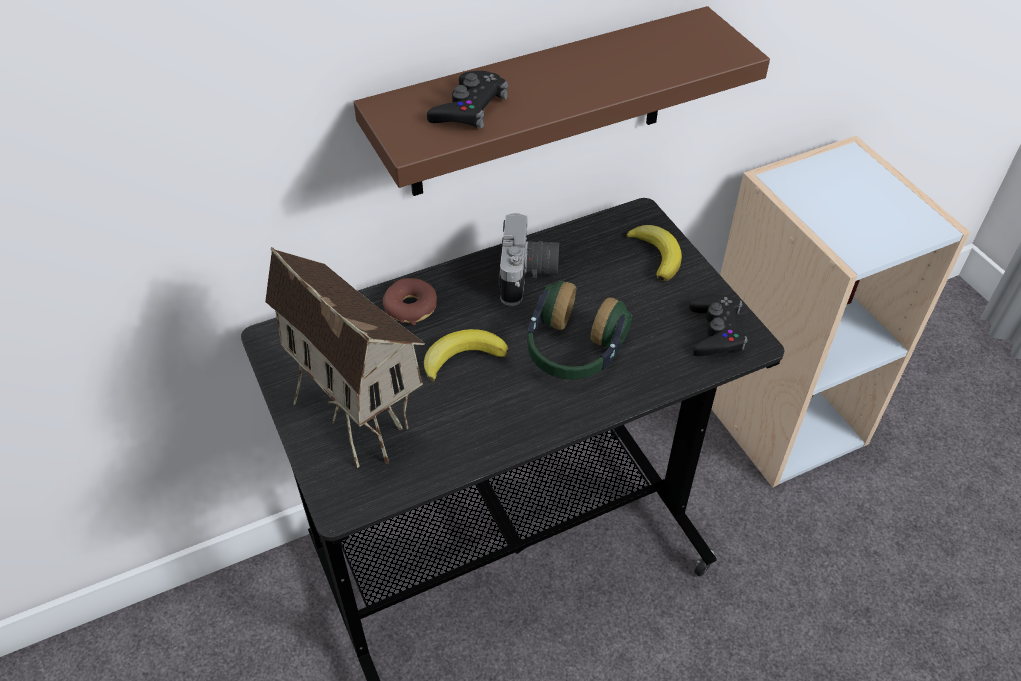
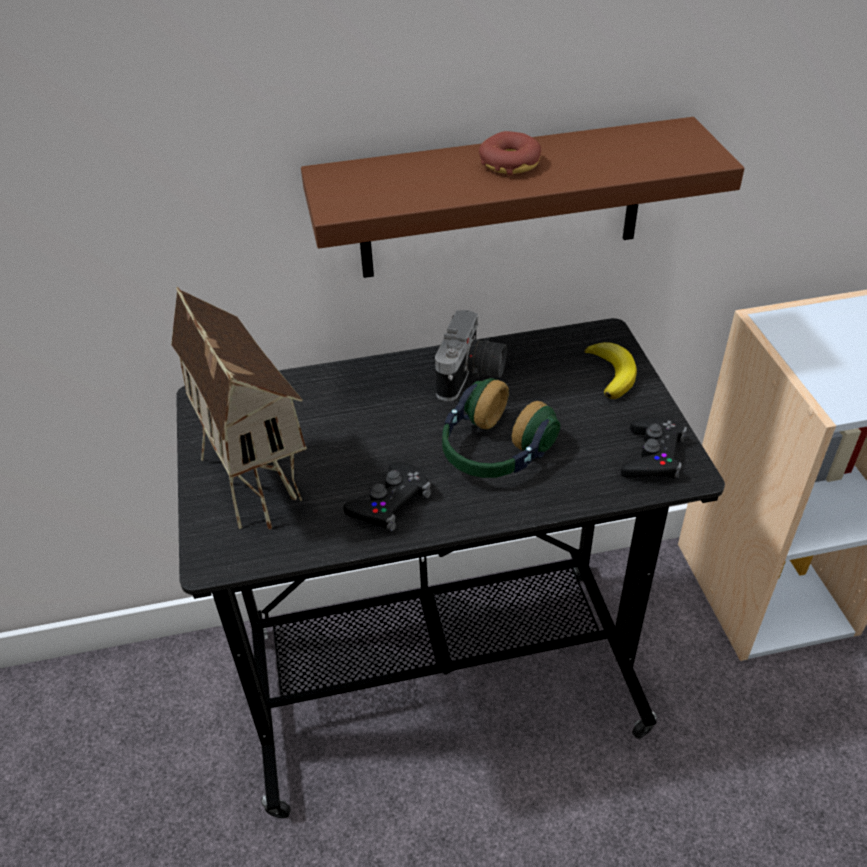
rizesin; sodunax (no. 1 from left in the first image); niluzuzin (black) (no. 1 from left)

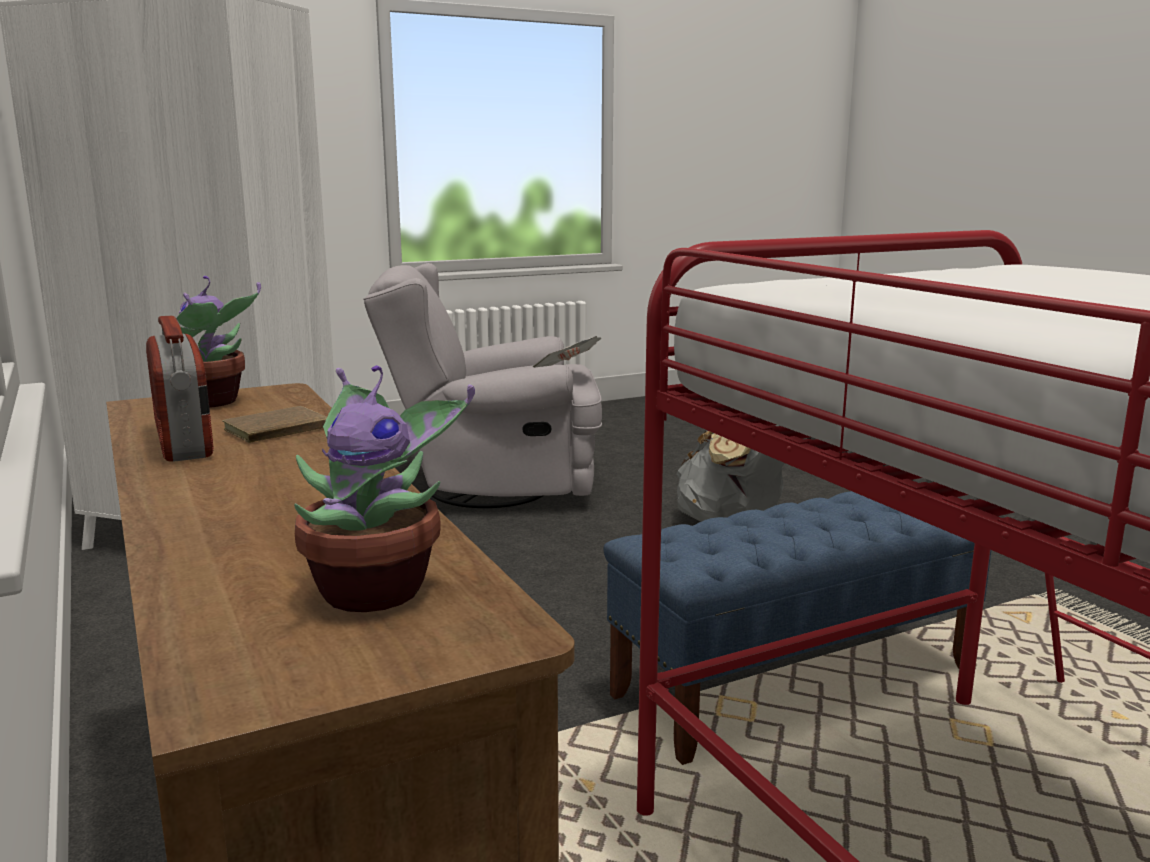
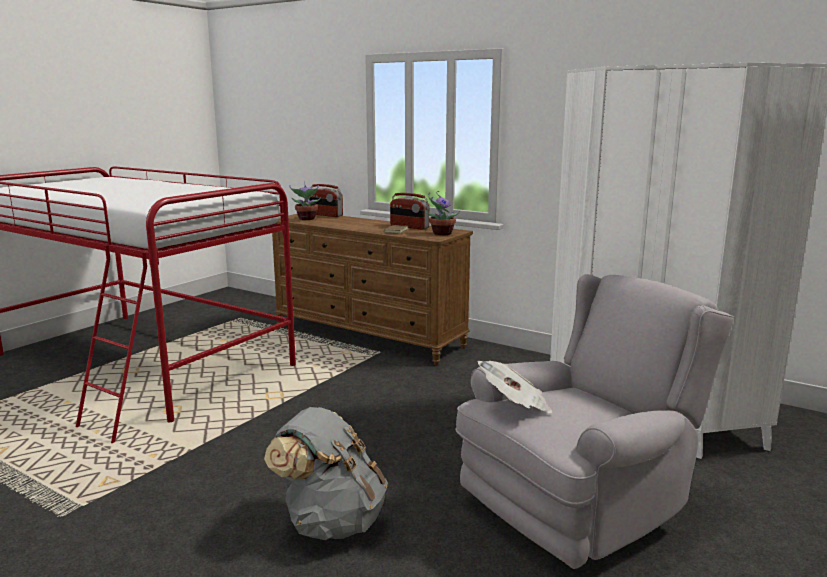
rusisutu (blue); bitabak (no. 1 from left)

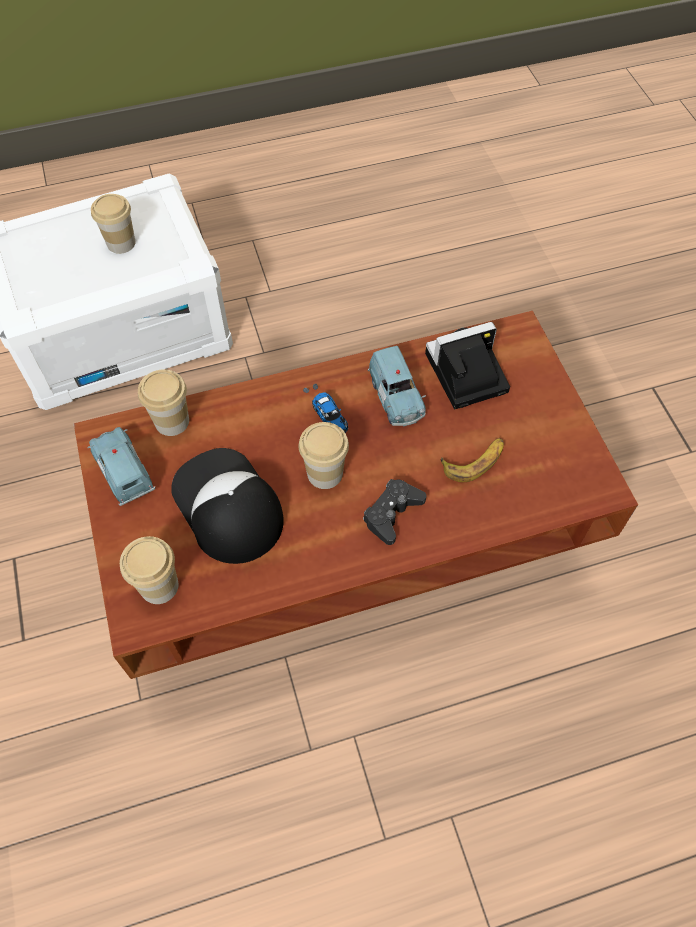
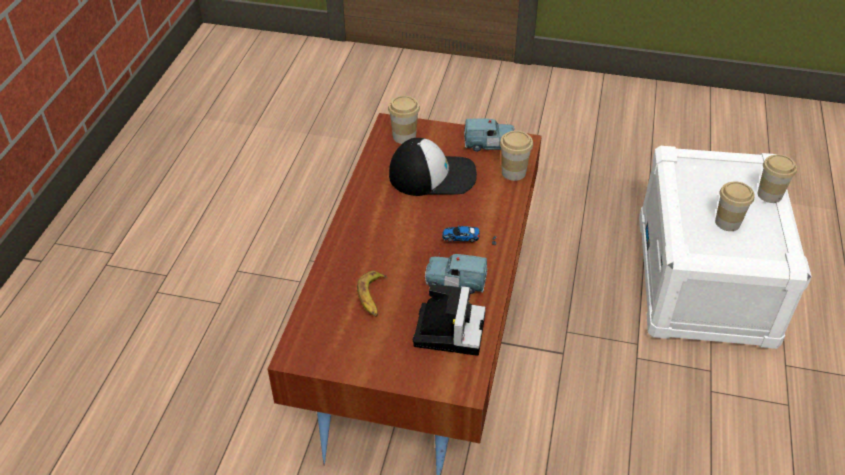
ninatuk (no. 4 from left); niluzuzin (black)

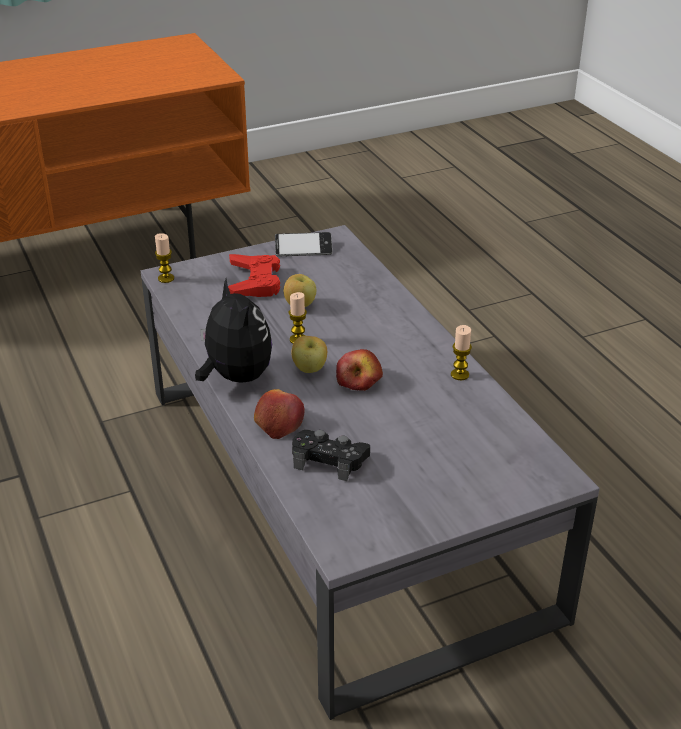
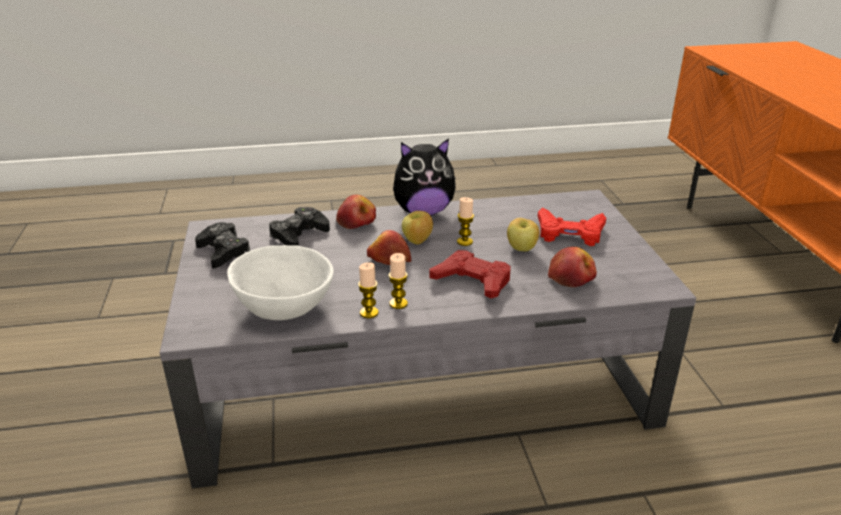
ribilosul (no. 2 from left); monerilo; niluzuzin (black) (no. 1 from left); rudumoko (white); niluzuzin (red) (no. 1 from left); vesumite (no. 5 from left)

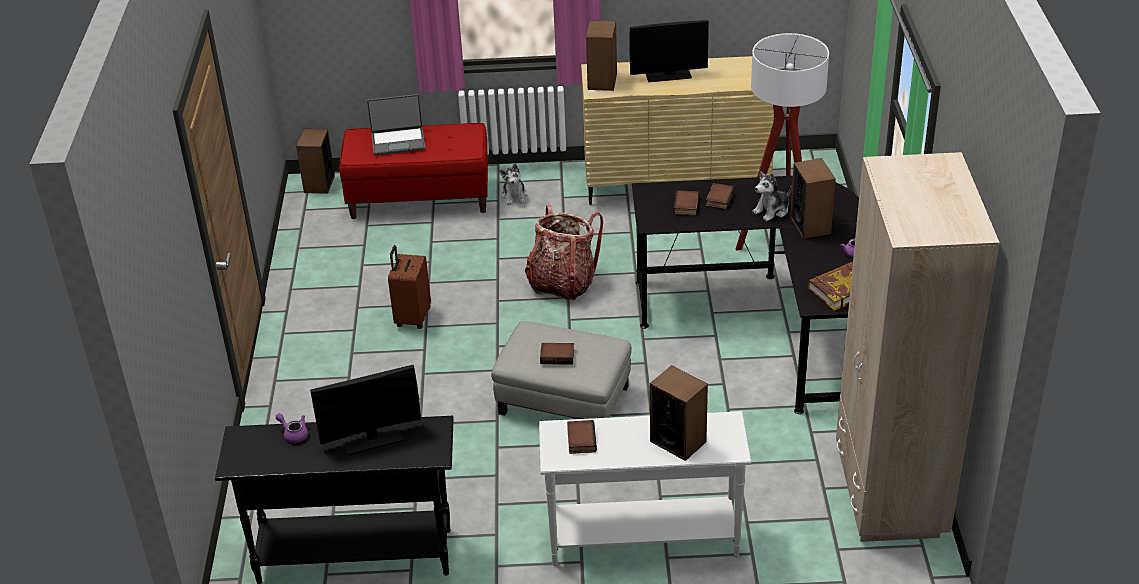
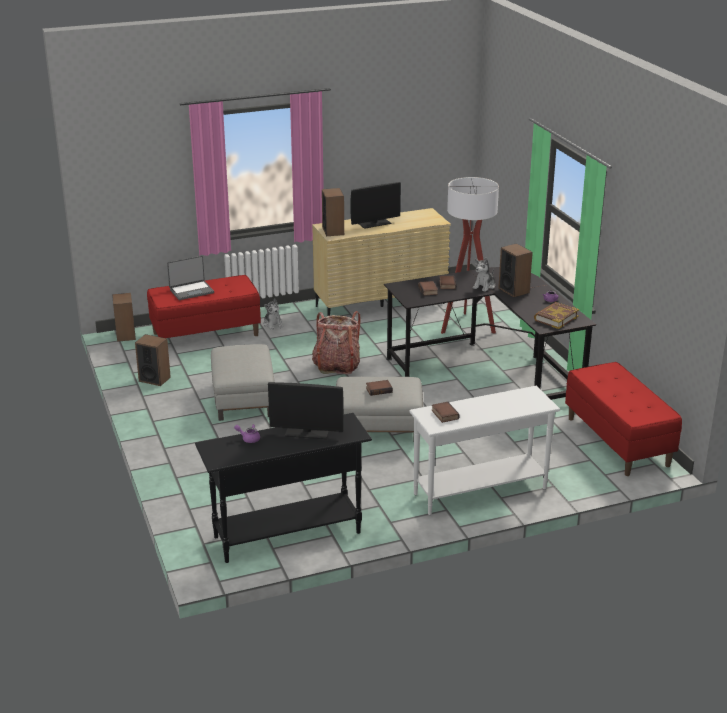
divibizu (no. 1 from left); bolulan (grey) (no. 1 from left); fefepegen (no. 2 from left); rusisutu (red) (no. 2 from left)

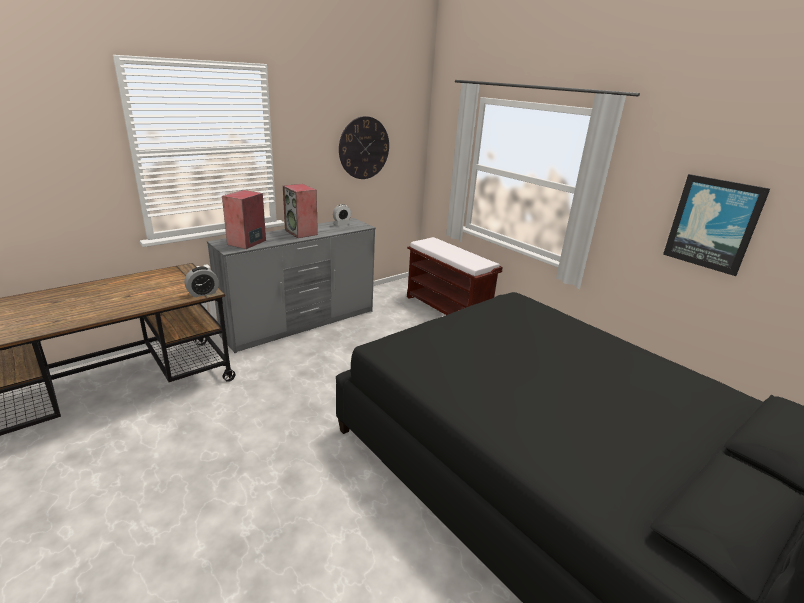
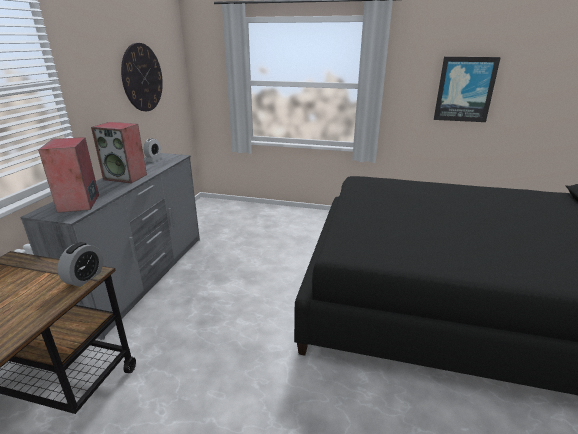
rusisutu (brown)

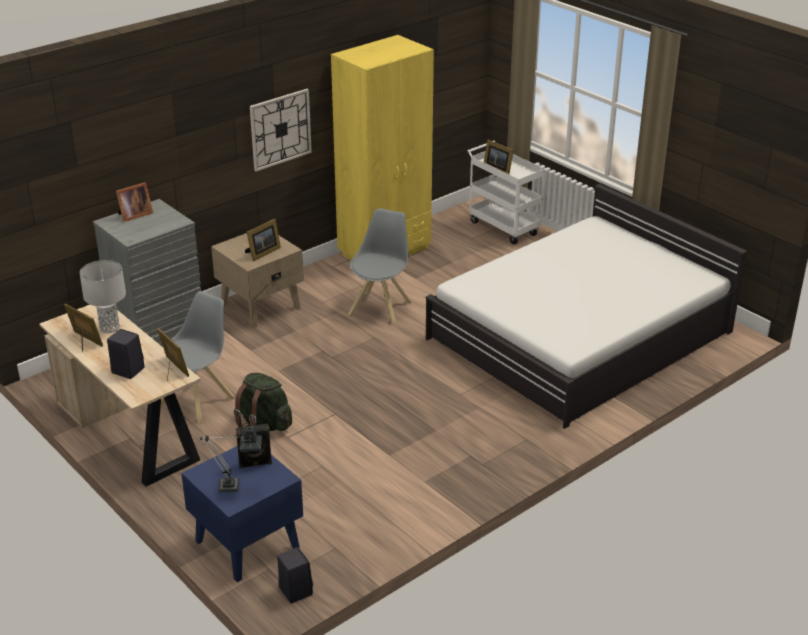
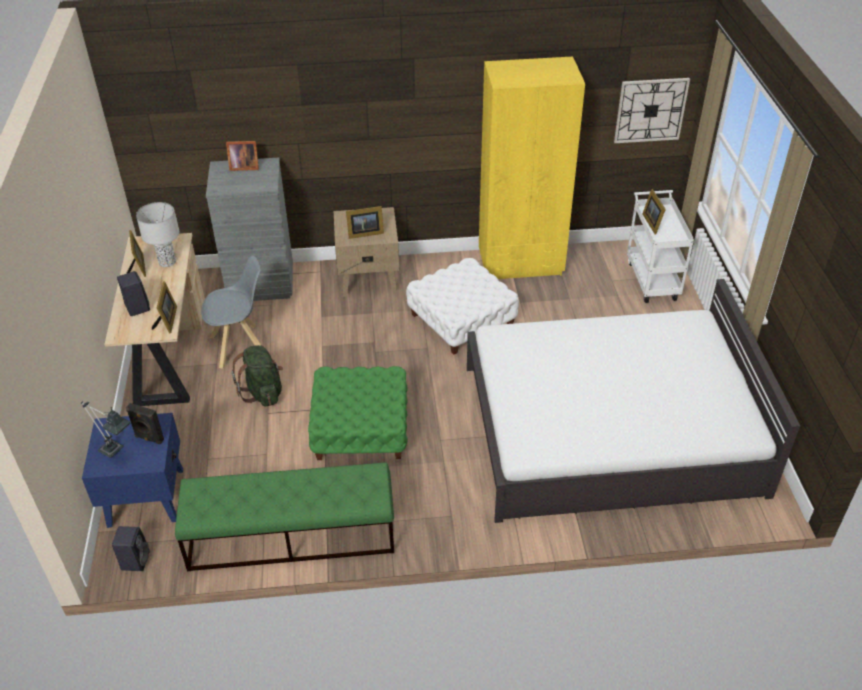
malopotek; bolulan (white); rusisutu (green); bolulan (green)

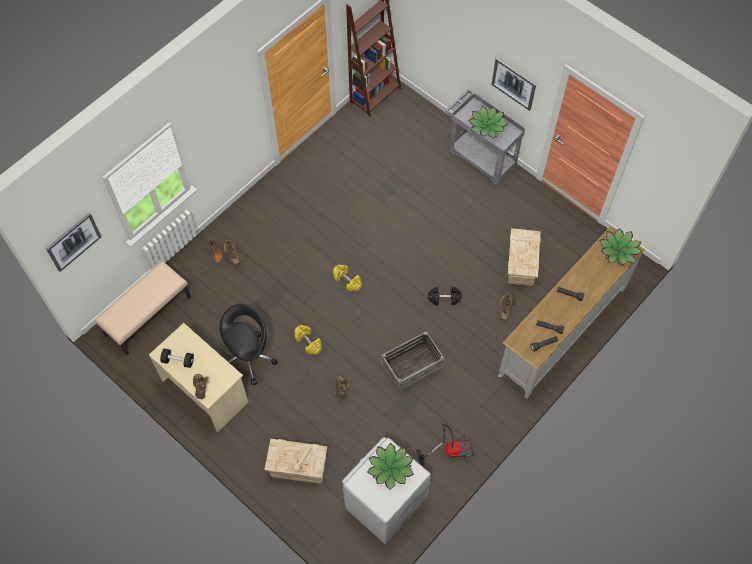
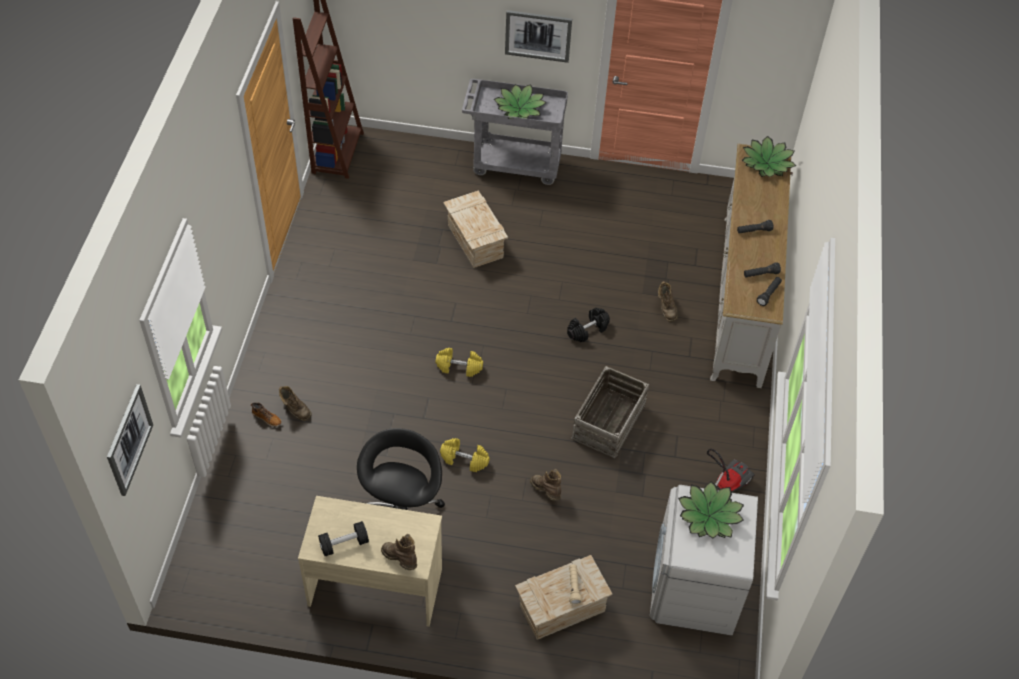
rusisutu (beige); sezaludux (no. 1 from left)

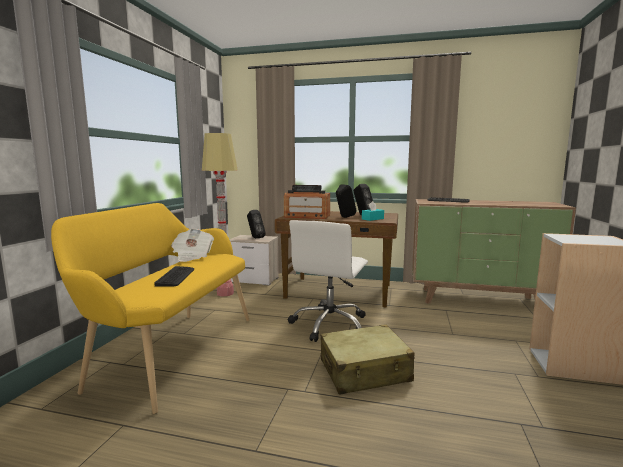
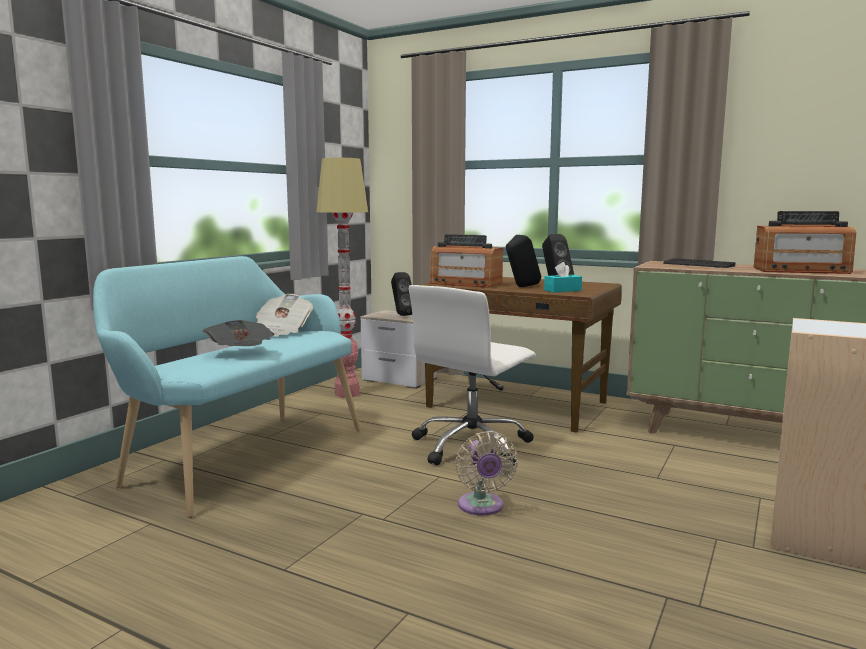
rusisutu (turquoise); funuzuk (no. 1 from left); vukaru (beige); bitabak (no. 2 from left)

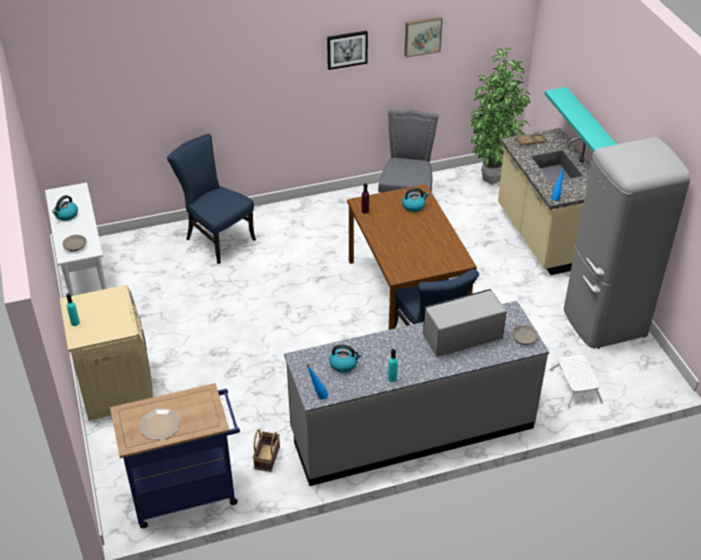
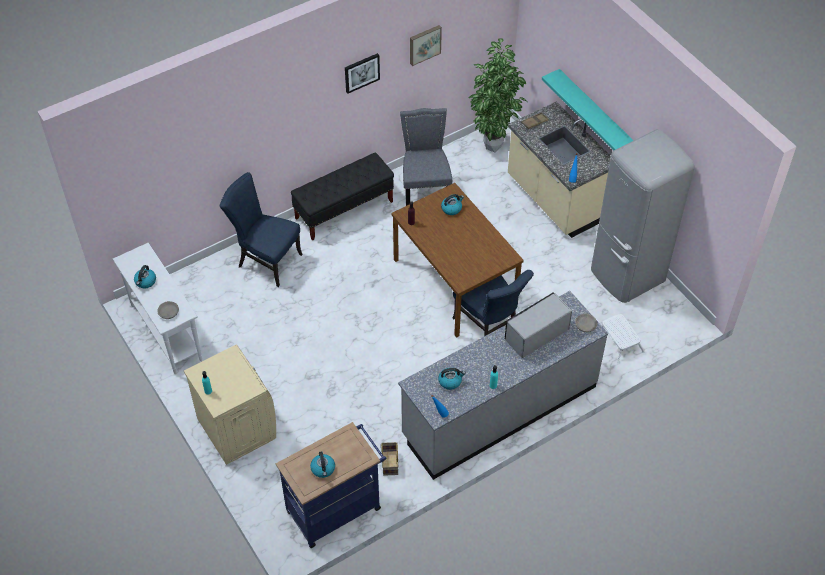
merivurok (no. 2 from left); rusisutu (black)

